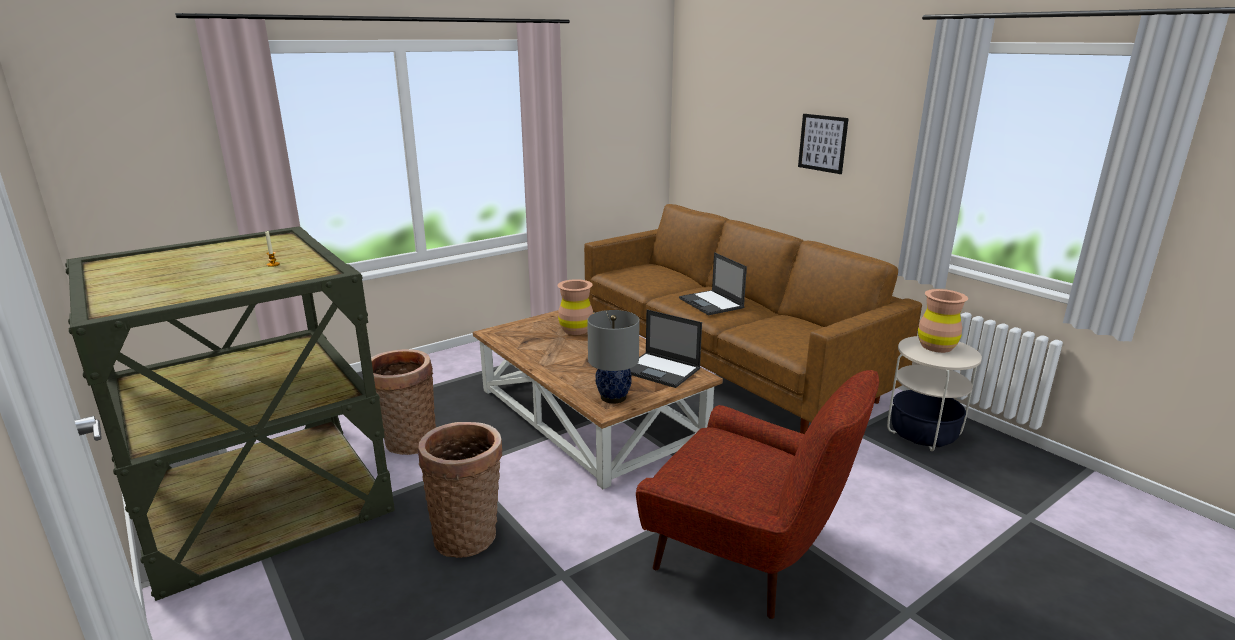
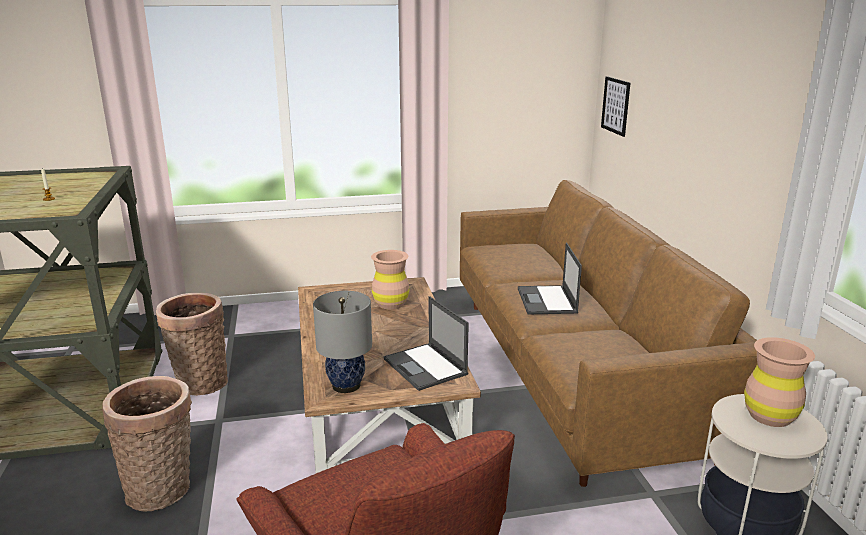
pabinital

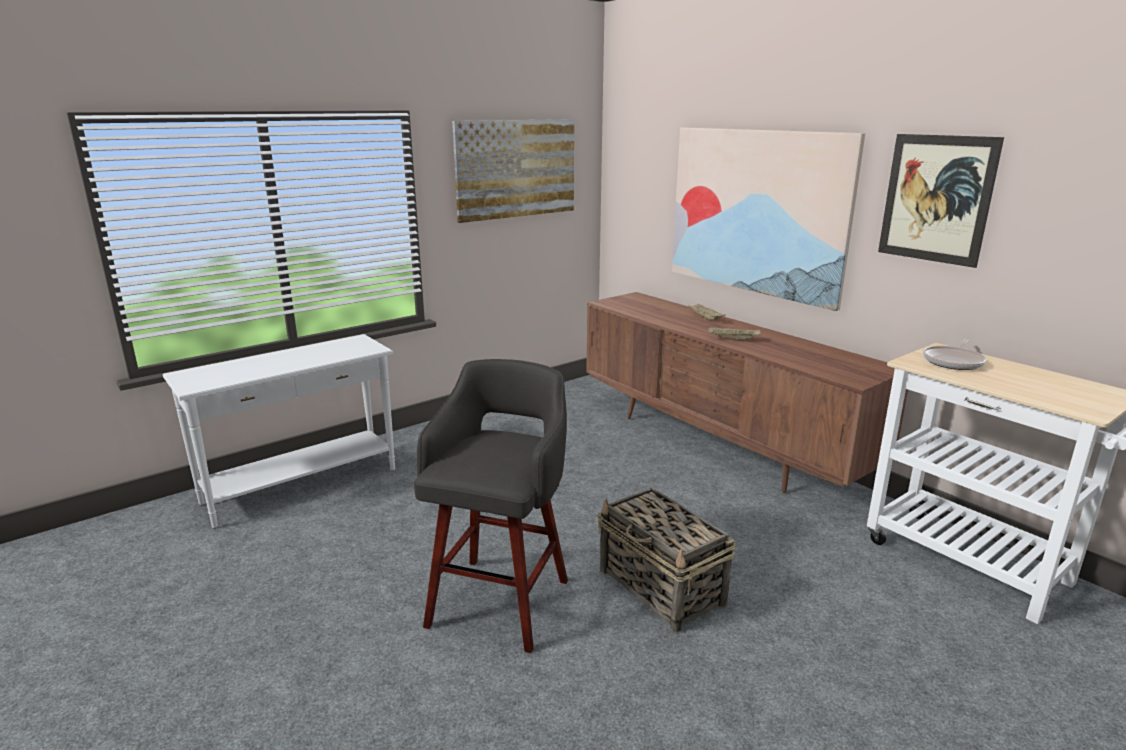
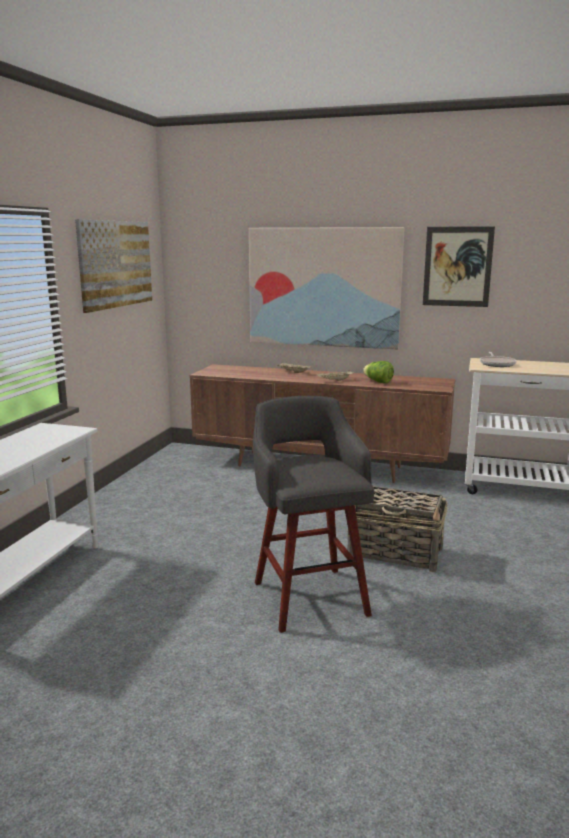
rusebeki

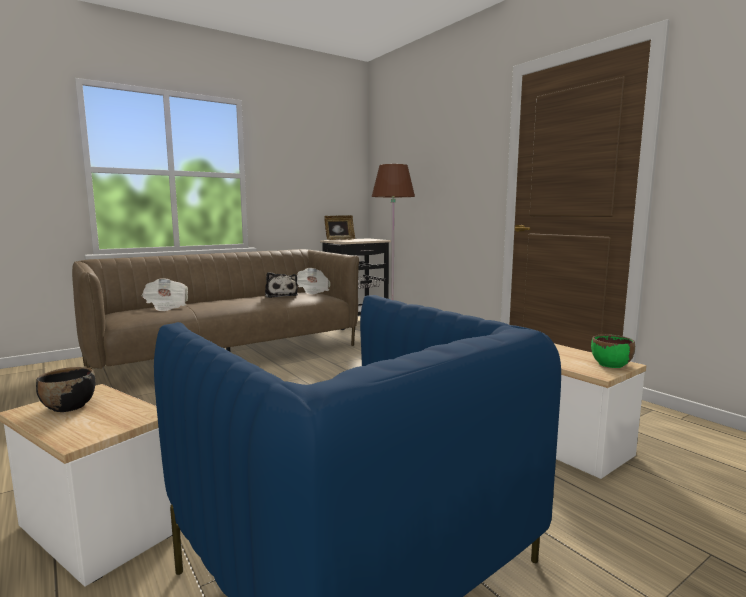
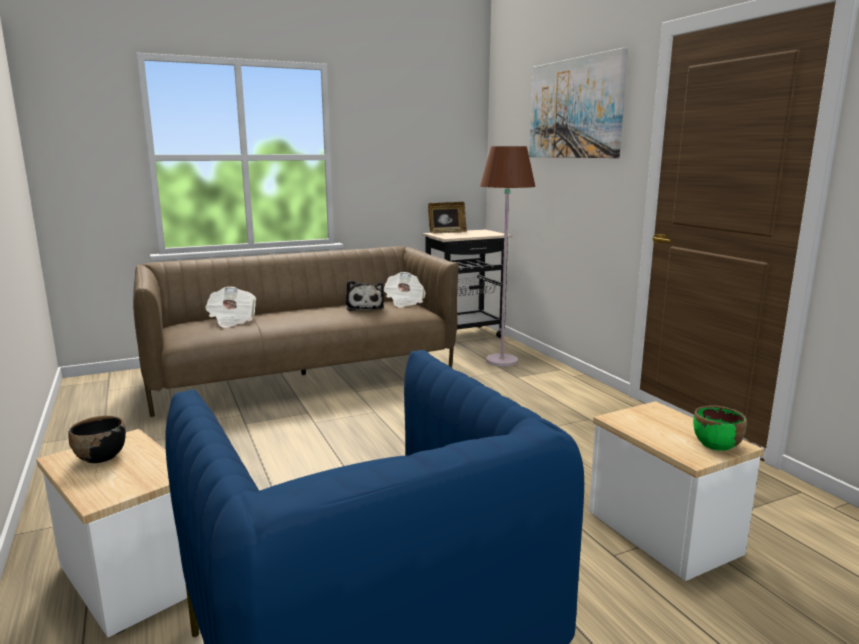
pabinital

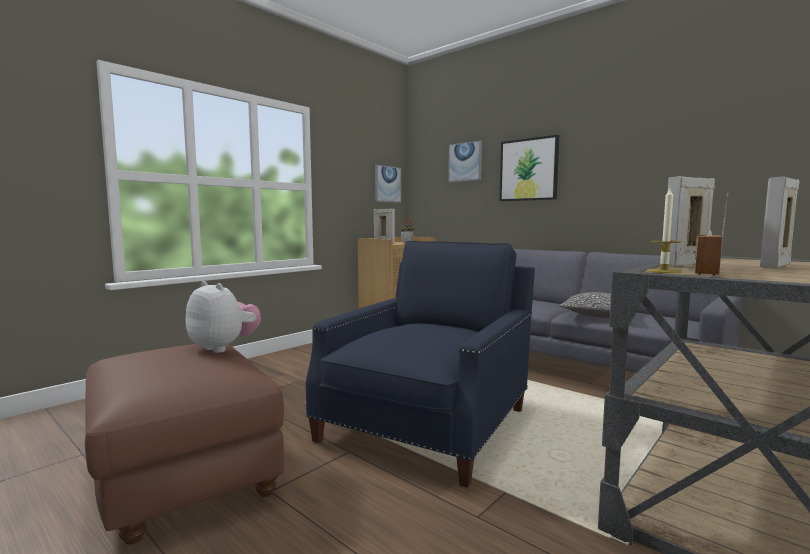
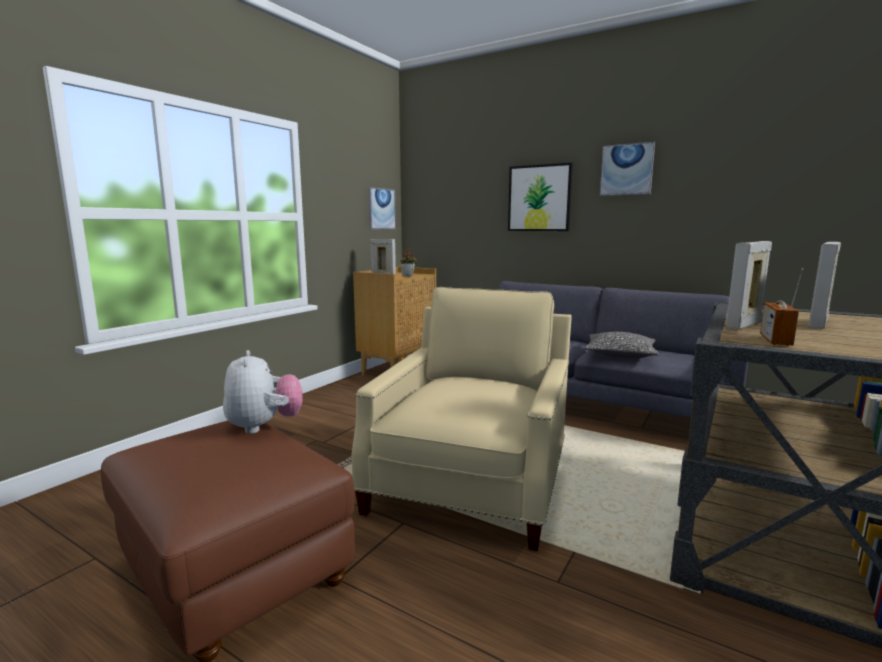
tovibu; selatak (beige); pabinital (no. 3 from left); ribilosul

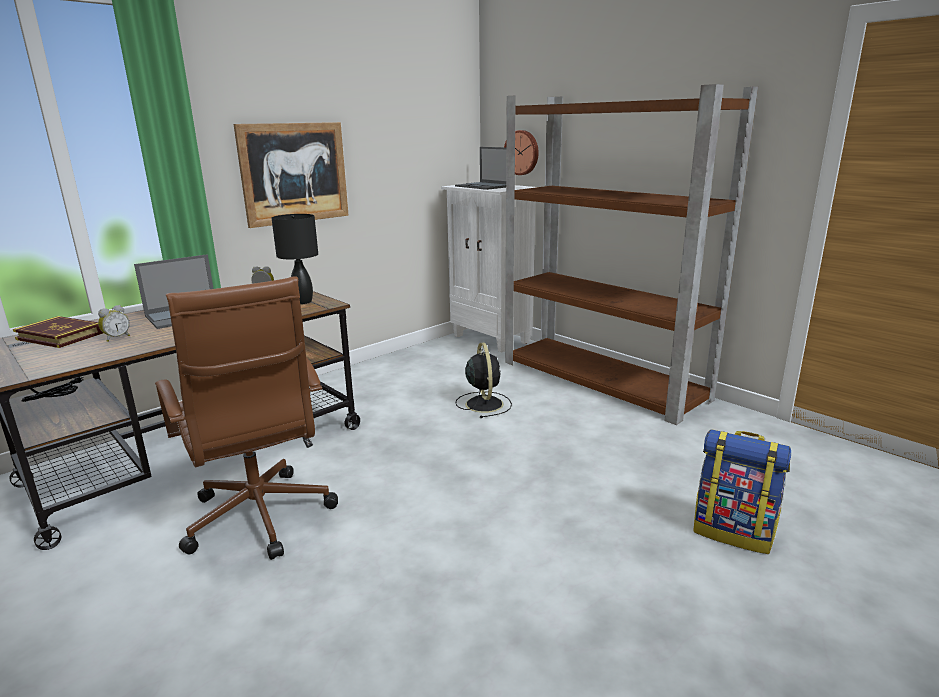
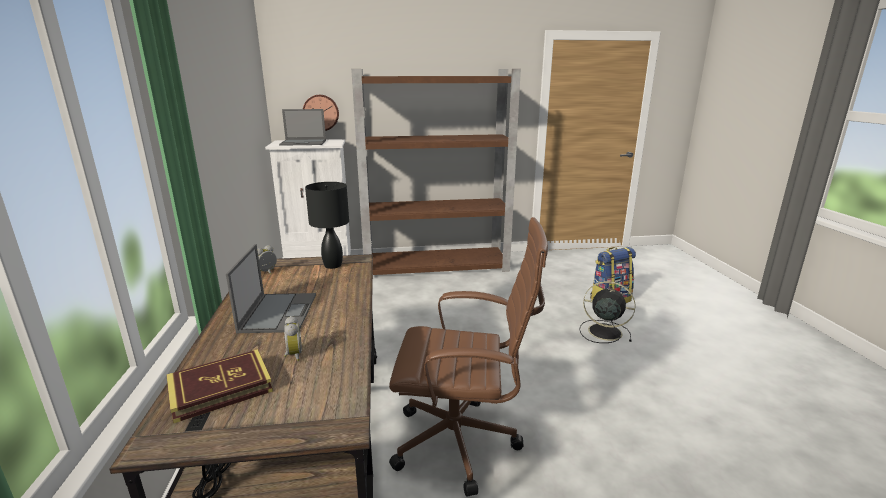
pabinital; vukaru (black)

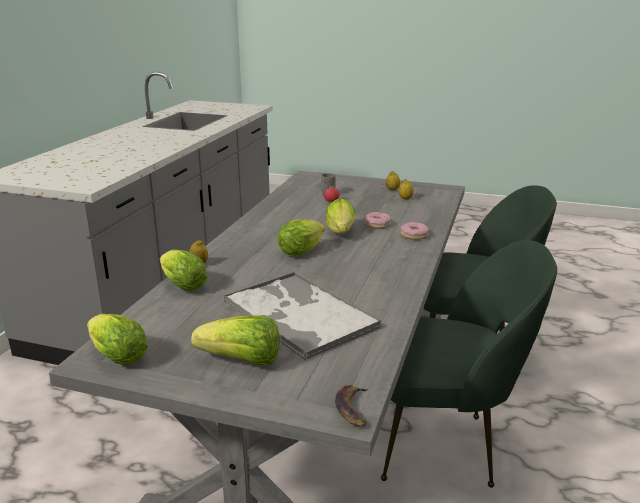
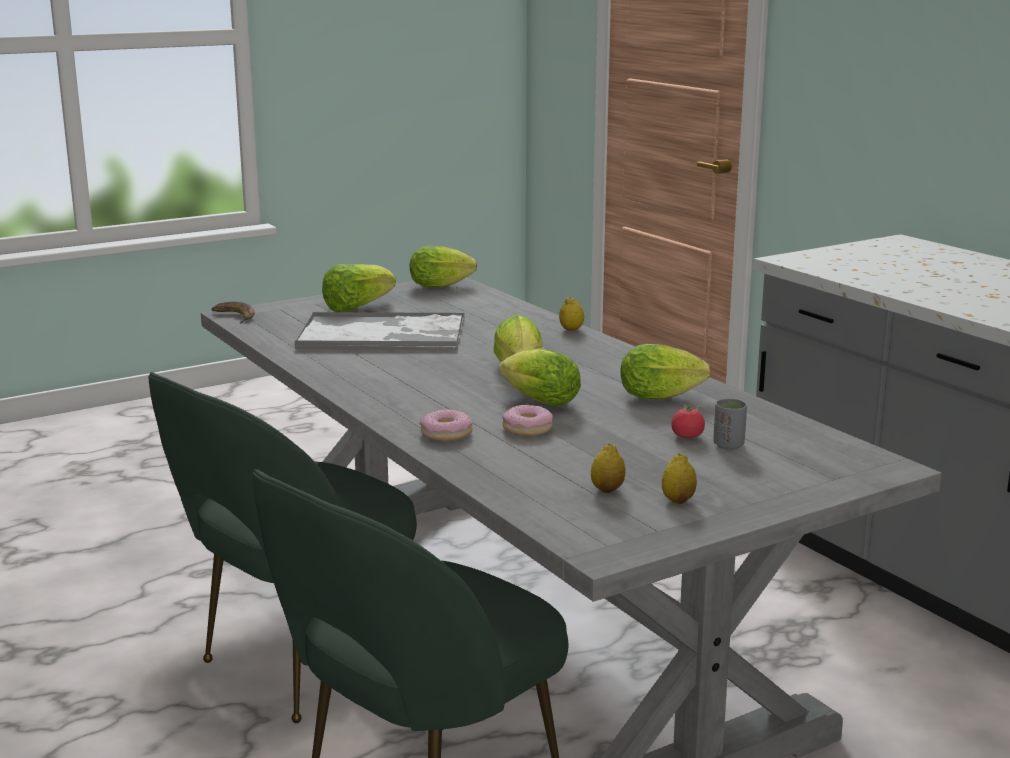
rusebeki (no. 5 from left)

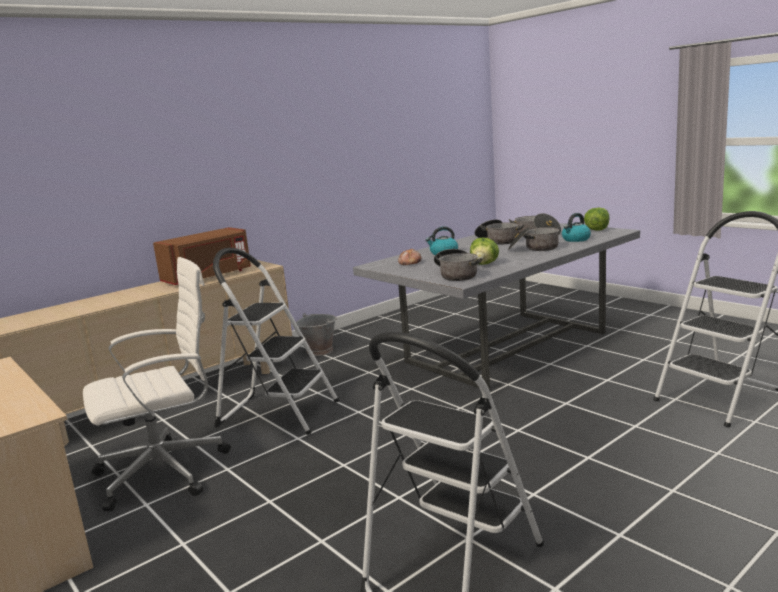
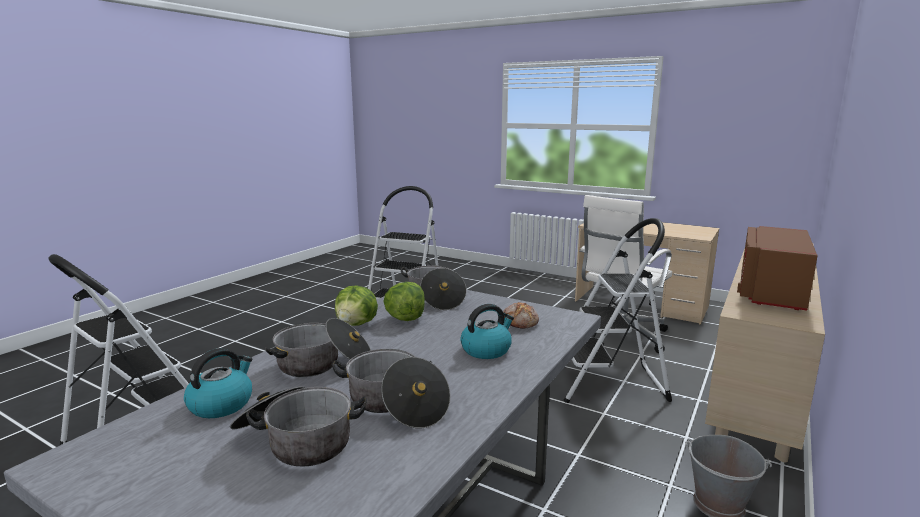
rusebeki (no. 1 from left)

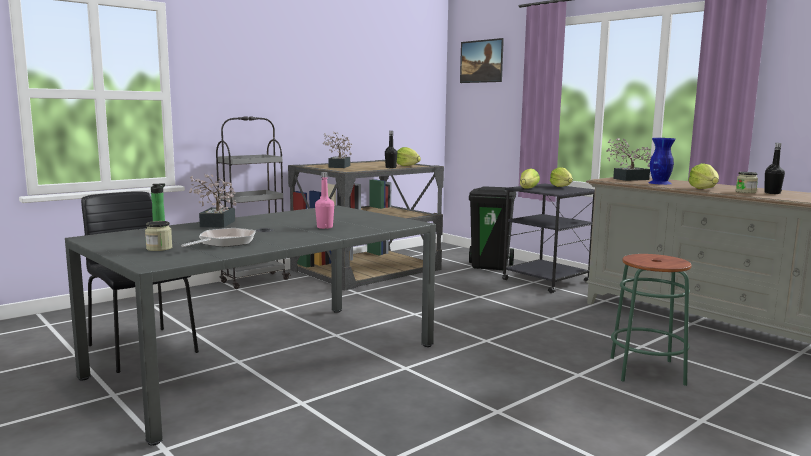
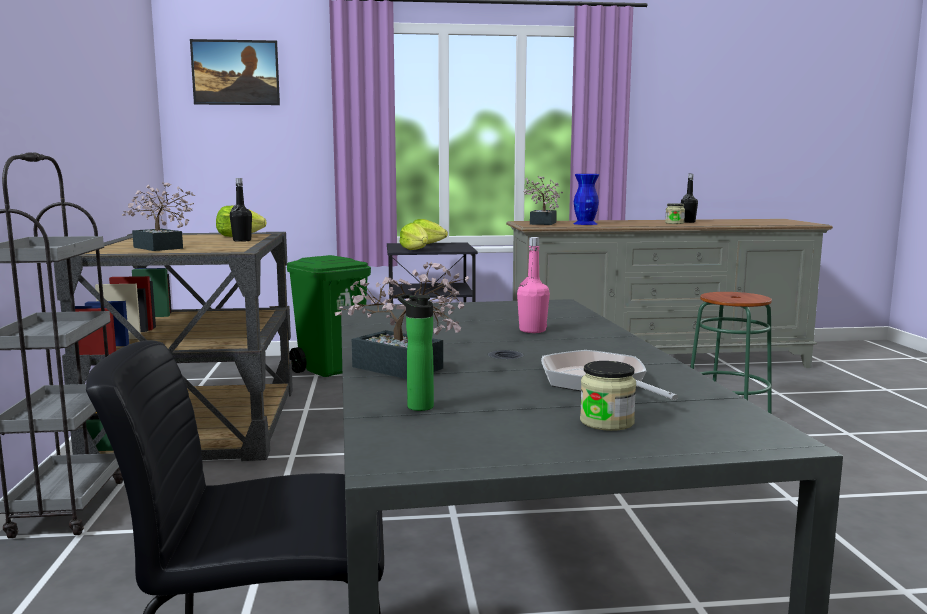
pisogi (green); rusebeki (no. 4 from left in the first image)

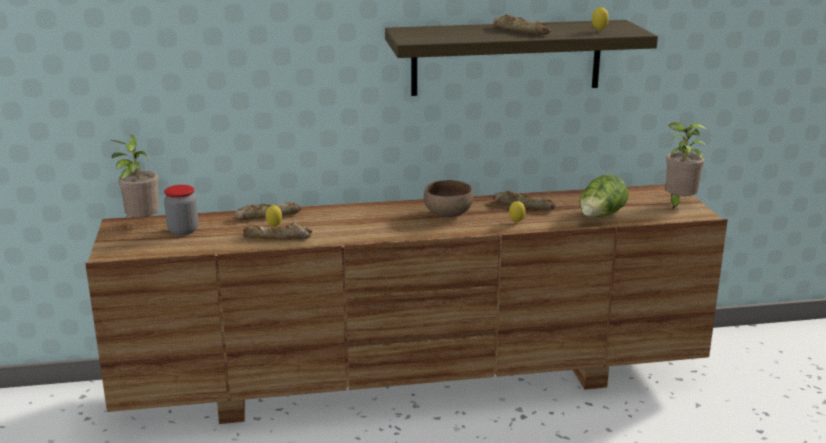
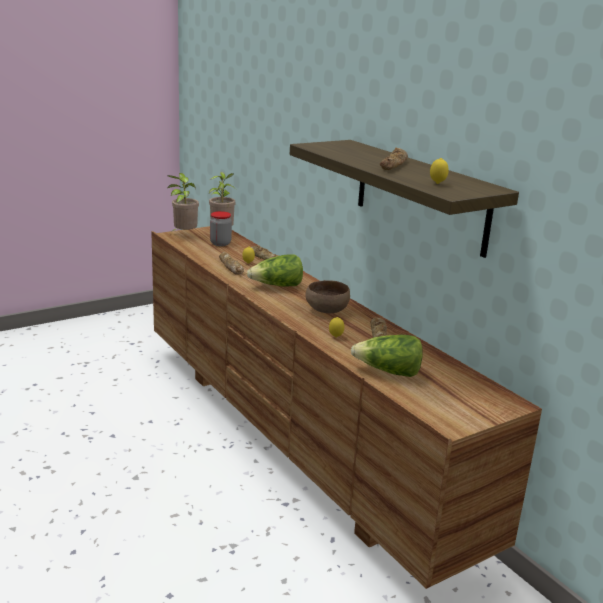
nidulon (no. 1 from left); rusebeki (no. 1 from left)

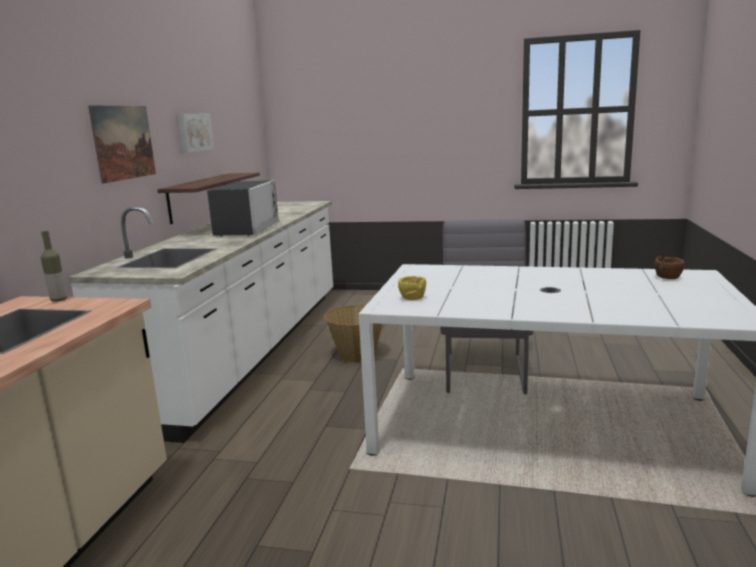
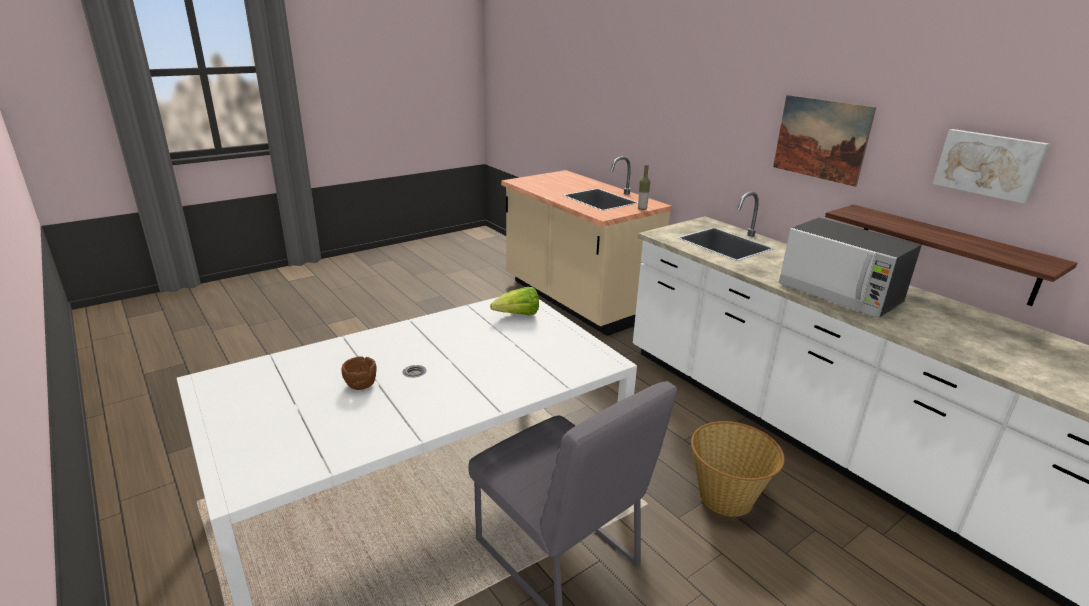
rusebeki; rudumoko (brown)

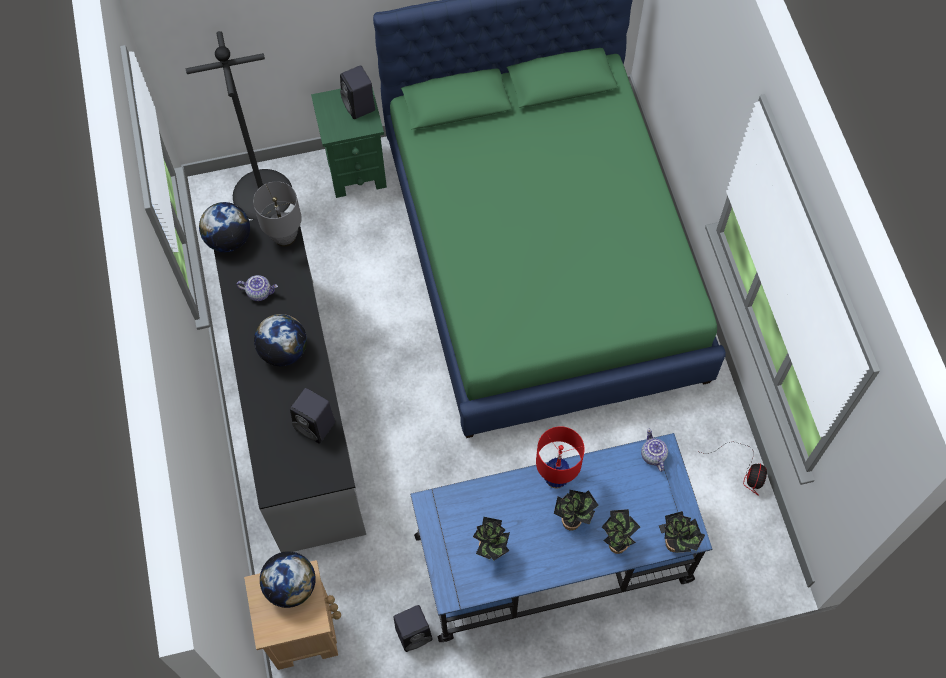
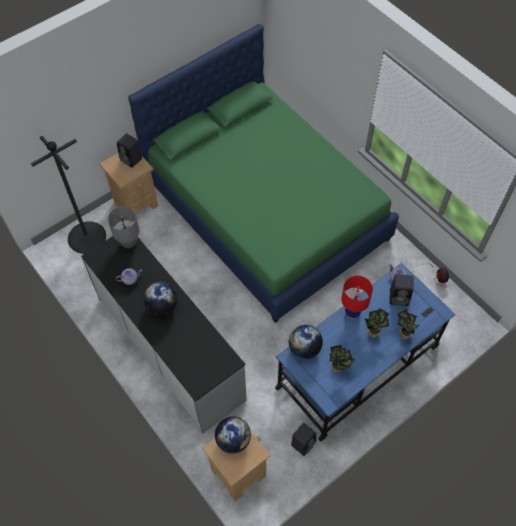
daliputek (no. 3 from left); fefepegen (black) (no. 3 from left); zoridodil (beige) (no. 1 from left); nidulon (no. 4 from left in the first image)

